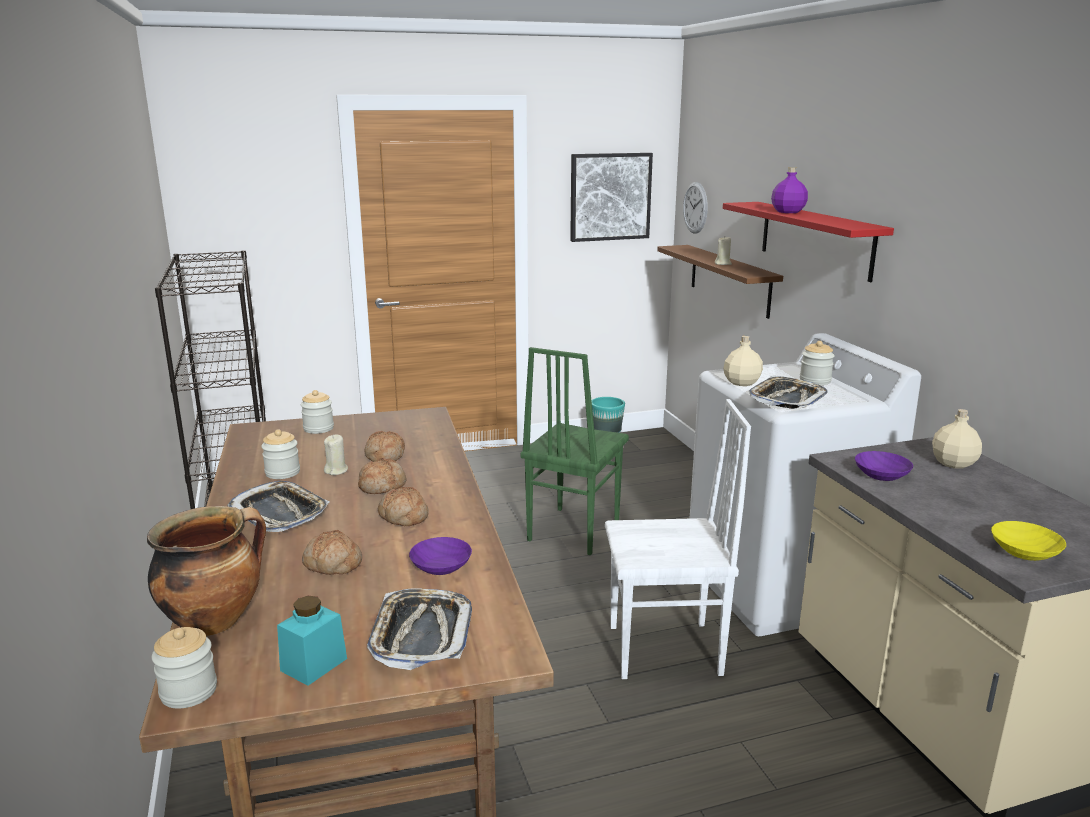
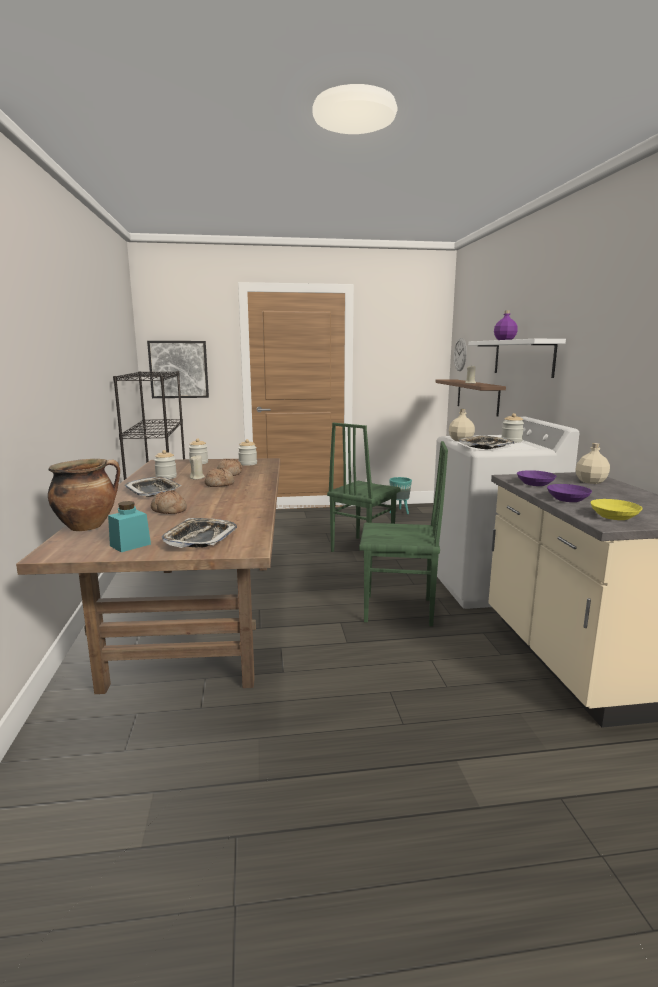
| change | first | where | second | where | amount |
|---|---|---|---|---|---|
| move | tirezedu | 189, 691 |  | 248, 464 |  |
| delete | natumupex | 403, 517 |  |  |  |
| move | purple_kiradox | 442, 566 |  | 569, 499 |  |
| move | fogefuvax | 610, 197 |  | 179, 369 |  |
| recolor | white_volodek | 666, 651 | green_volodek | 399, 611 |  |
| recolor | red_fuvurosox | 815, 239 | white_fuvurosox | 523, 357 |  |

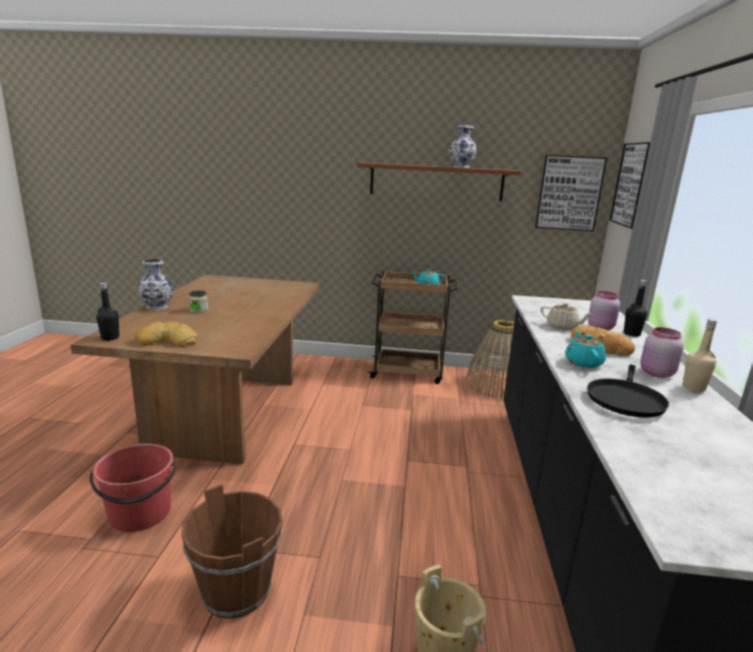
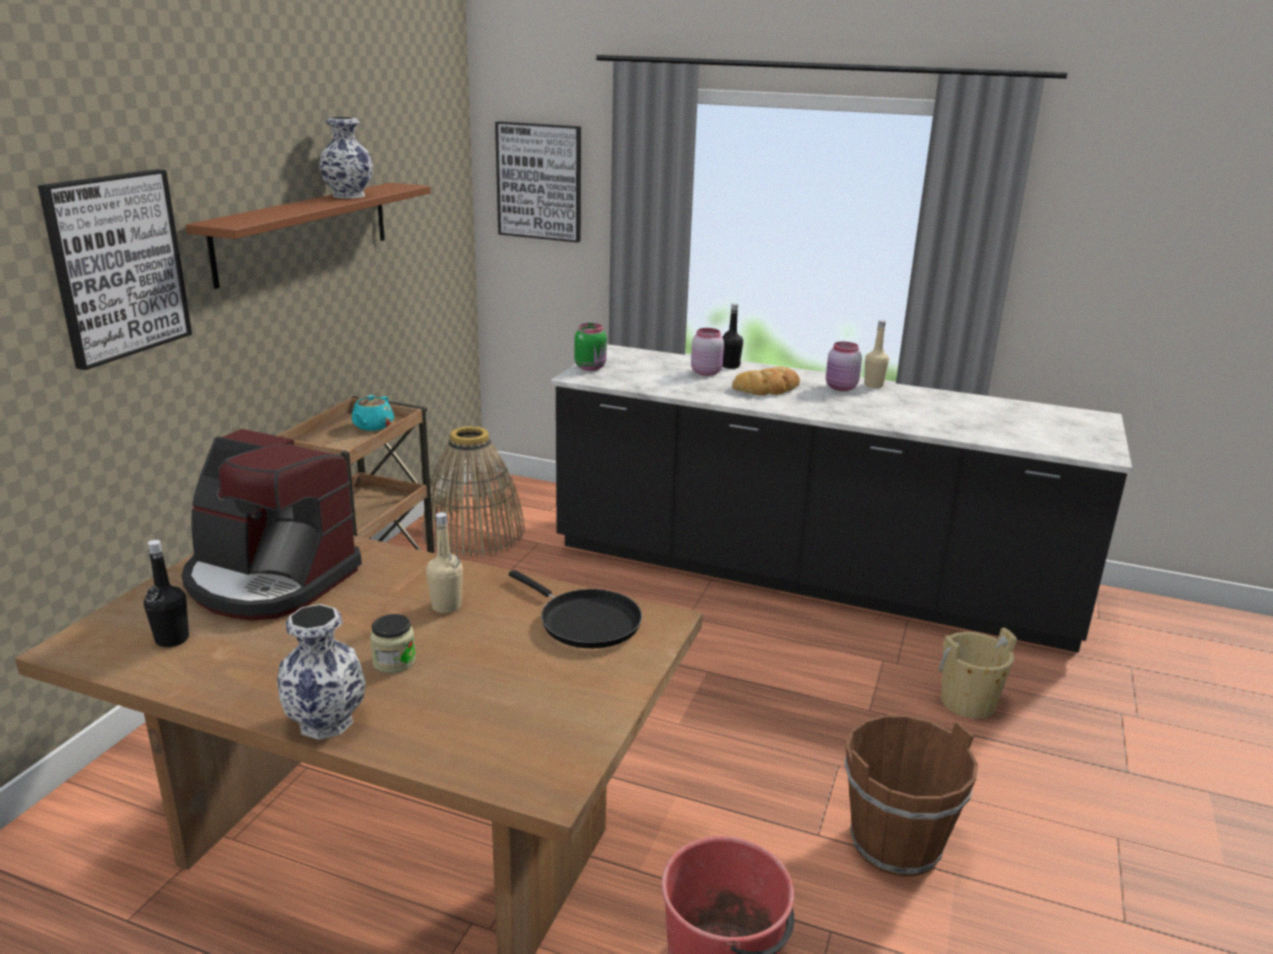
| change | first | where | second | where | amount |
|---|---|---|---|---|---|
| move | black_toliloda | 110, 338 |  | 172, 639 |  |
| delete | natumupex | 168, 340 |  |  |  |
| move | fogefuvax | 569, 193 |  | 117, 266 |  |
| delete | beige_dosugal | 562, 327 |  |  |  |
| delete | turquoise_dosugal | 583, 362 |  |  |  |
| move | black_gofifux | 625, 400 |  | 585, 621 |  |
| insert |  |  | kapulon | 269, 580 |  |
| insert |  |  | beige_toliloda | 446, 606 |  |
| insert |  |  | green_tirezedu | 591, 367 |  |

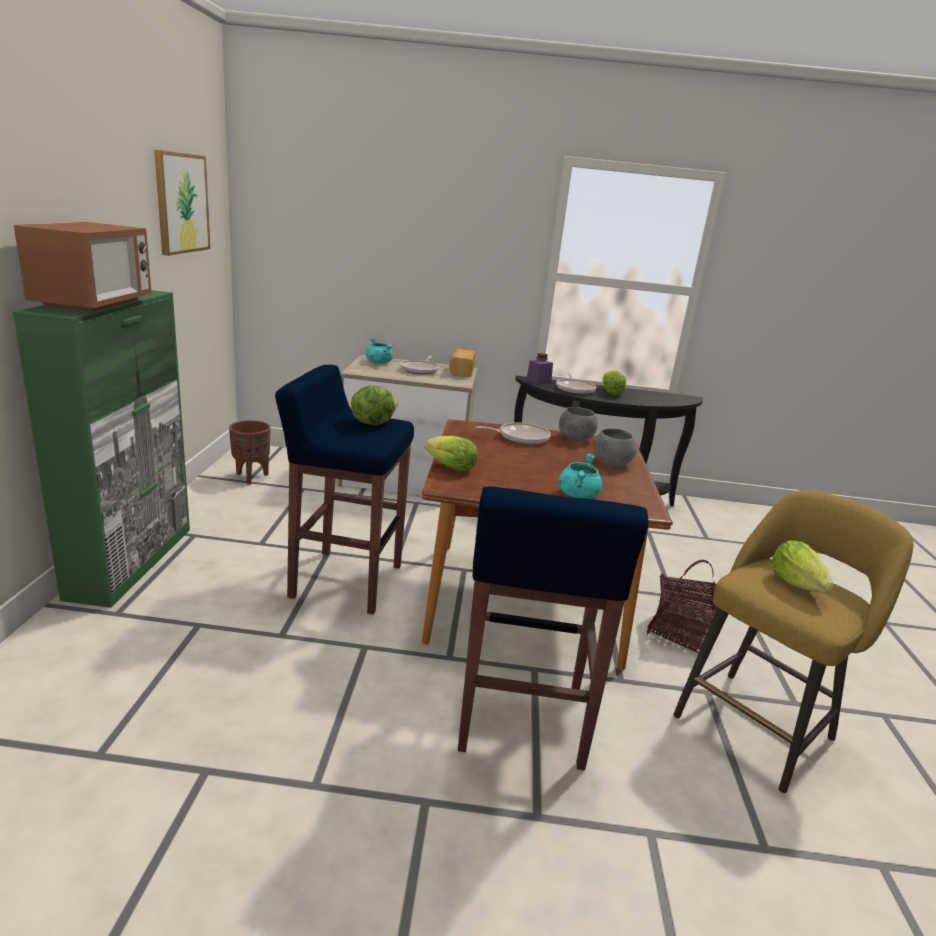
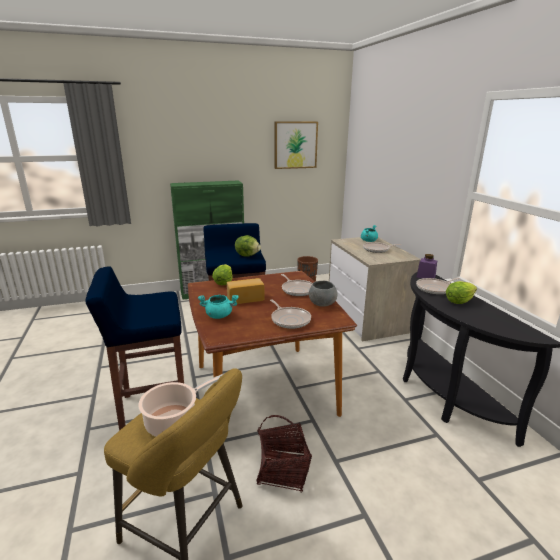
| change | first | where | second | where | amount |
|---|---|---|---|---|---|
| delete | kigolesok | 94, 304 |  |  |  |
| move | natumupex | 460, 372 |  | 245, 298 |  |
| replace | grey_kiradox | 611, 463 | gofifux | 289, 320 |  |
| replace | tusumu | 796, 584 | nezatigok | 174, 421 |  |

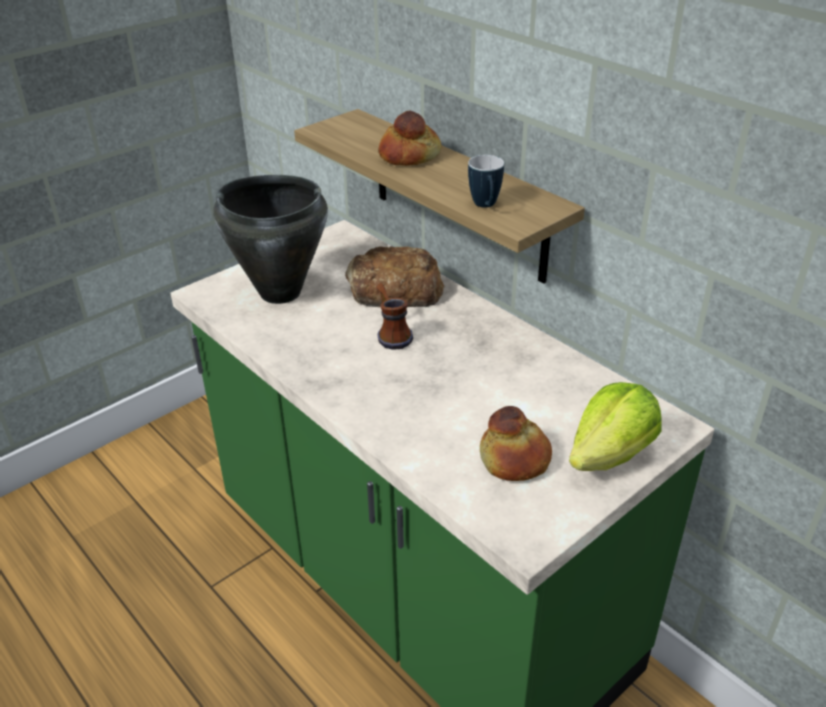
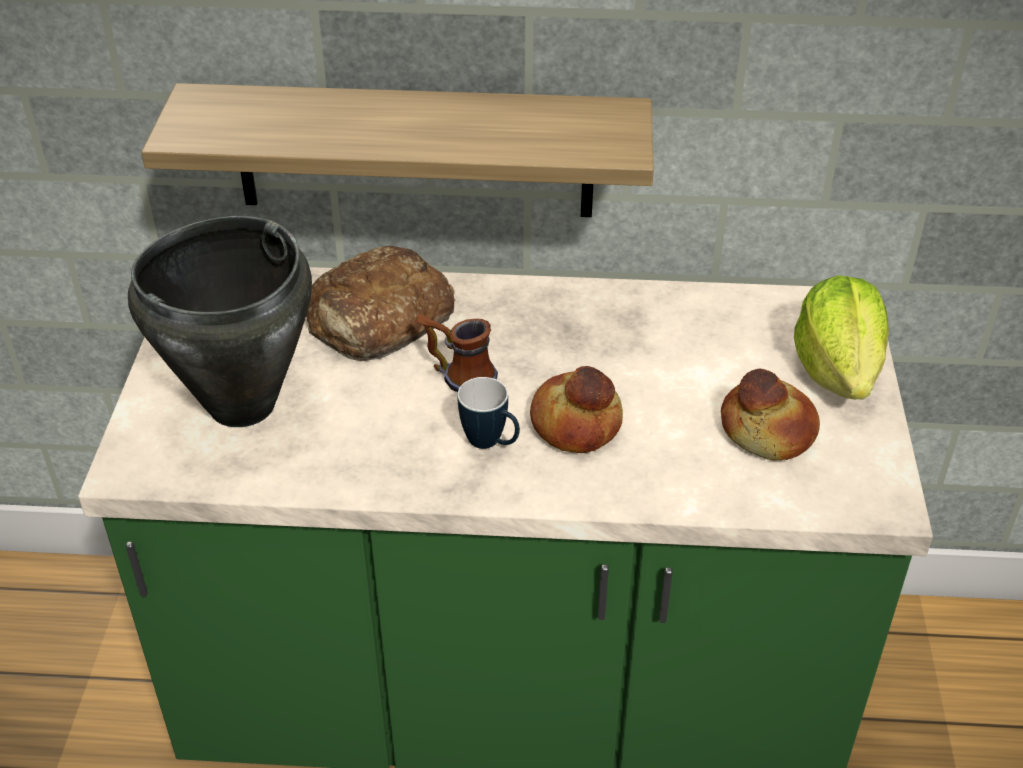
| change | first | where | second | where | amount |
|---|---|---|---|---|---|
| move | natumupex | 409, 155 |  | 575, 423 |  |
| move | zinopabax | 485, 206 |  | 491, 444 |  |

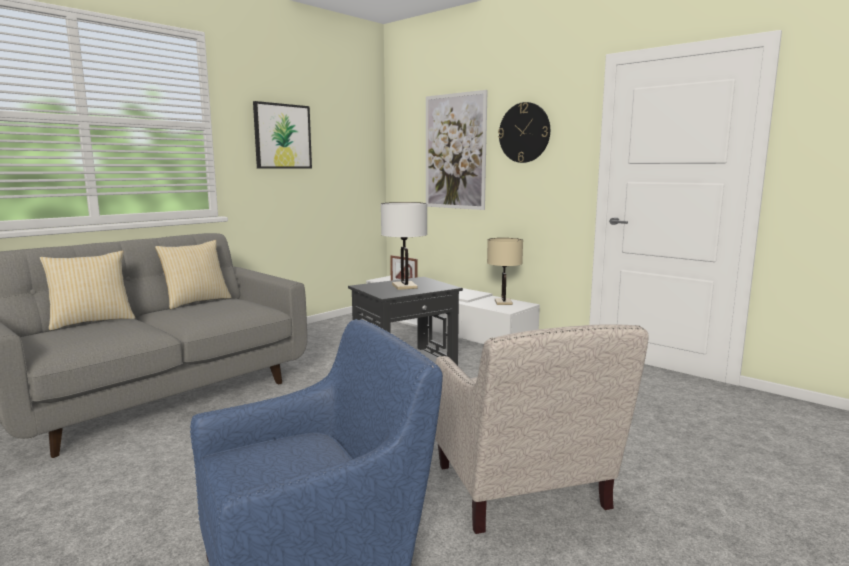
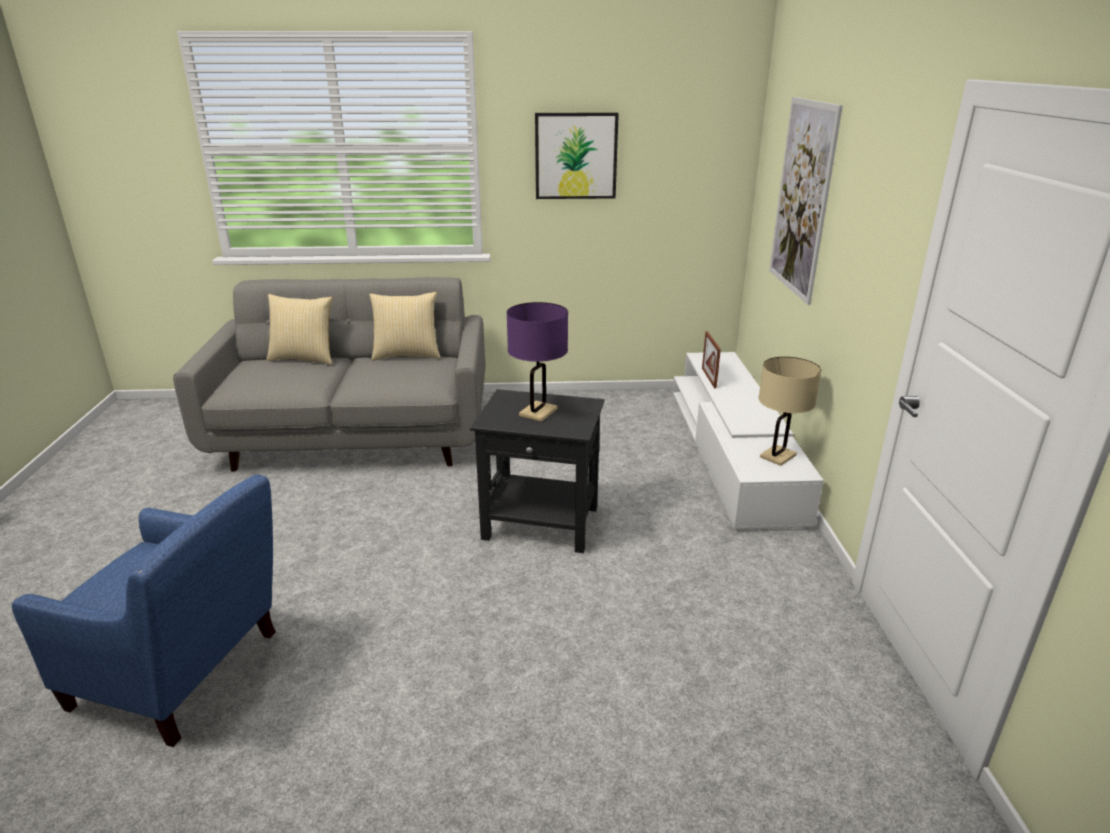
| change | first | where | second | where | amount |
|---|---|---|---|---|---|
| recolor | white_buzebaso | 404, 286 | purple_buzebaso | 538, 412 |  |
| delete | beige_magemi | 523, 493 |  |  |  |
| delete | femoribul | 524, 132 |  |  |  |

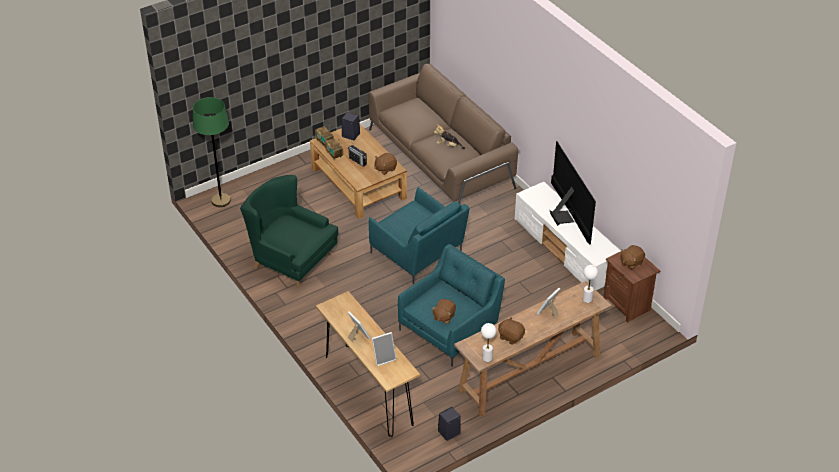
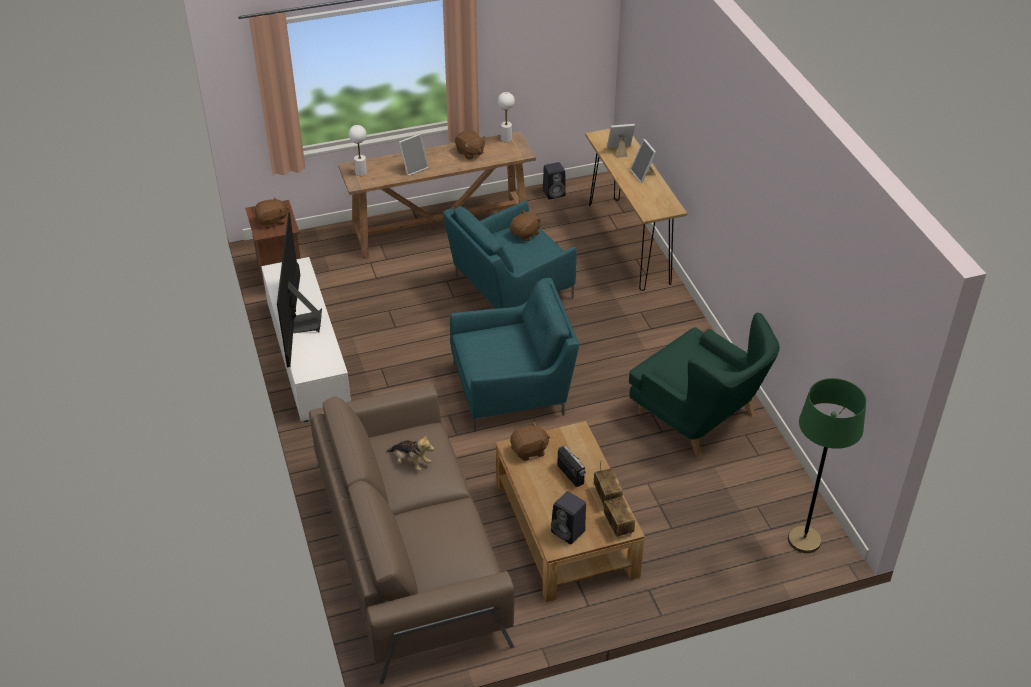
| change | first | where | second | where | amount |
|---|---|---|---|---|---|
| rotate | turquoise_magemi | 418, 254 |  | 513, 388 | 105 degrees clockwise |

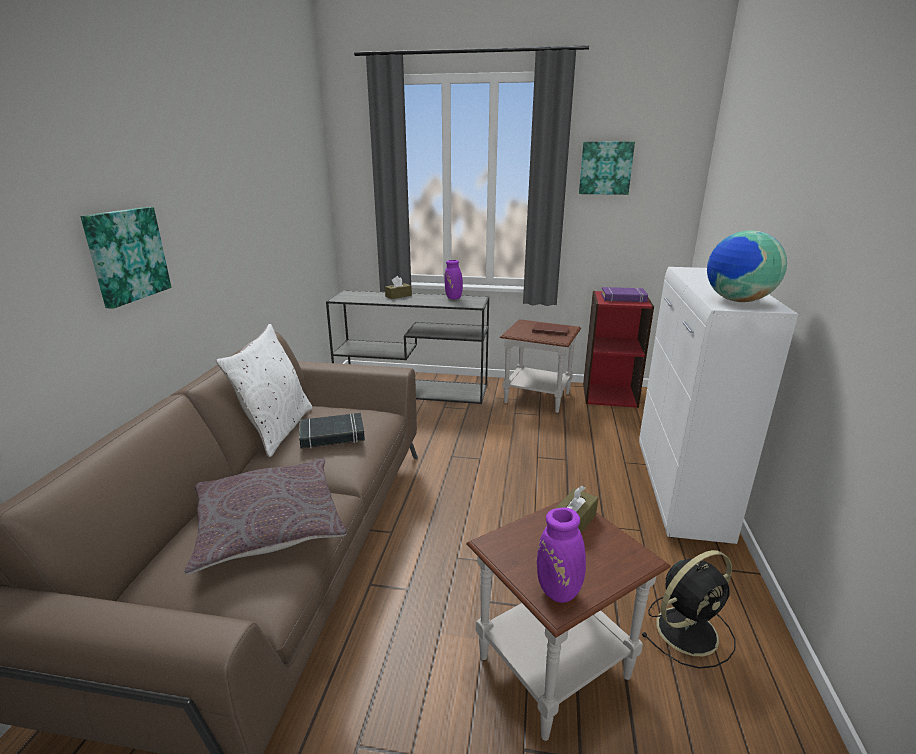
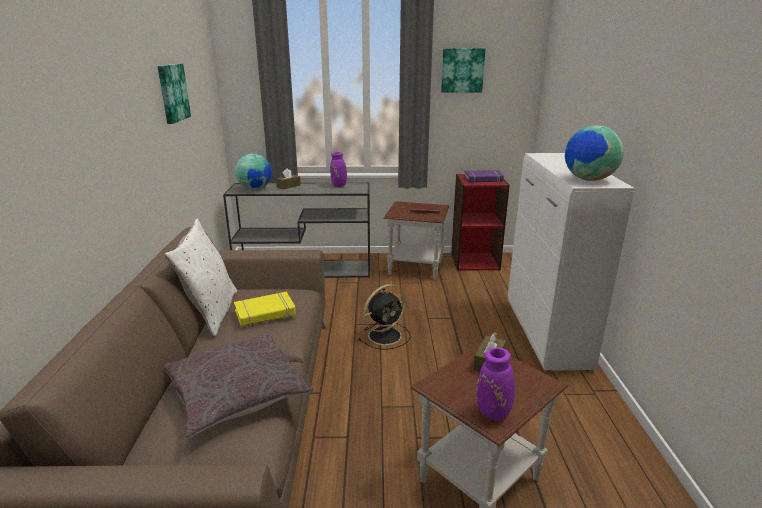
| change | first | where | second | where | amount |
|---|---|---|---|---|---|
| move | fogefuvax | 126, 255 |  | 172, 93 |  |
| recolor | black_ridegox | 332, 435 | yellow_ridegox | 265, 313 |  |
| move | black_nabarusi | 689, 630 |  | 386, 335 |  |
| insert |  |  | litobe | 255, 188 |  |

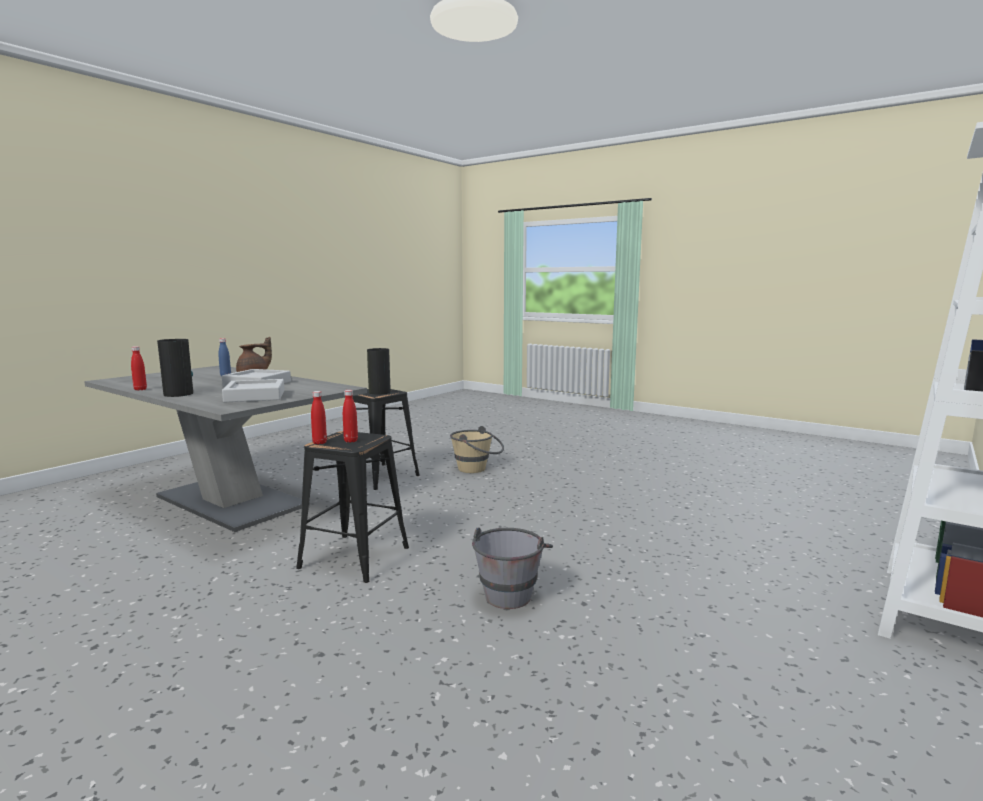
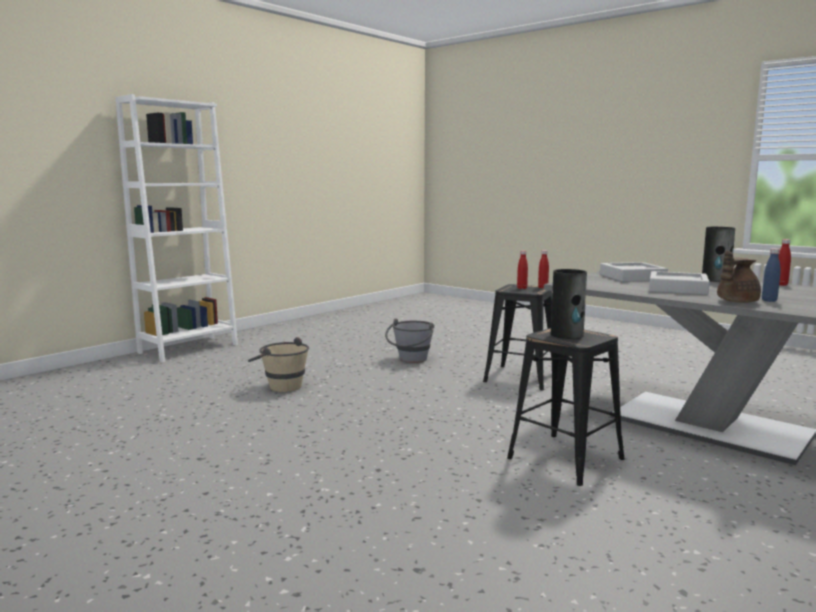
| change | first | where | second | where | amount |
|---|---|---|---|---|---|
| move | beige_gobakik | 477, 469 |  | 280, 385 |  |

